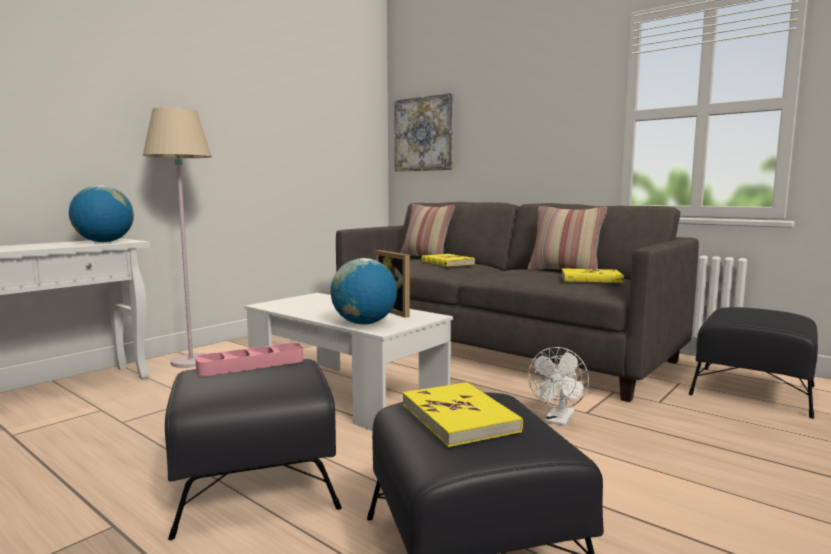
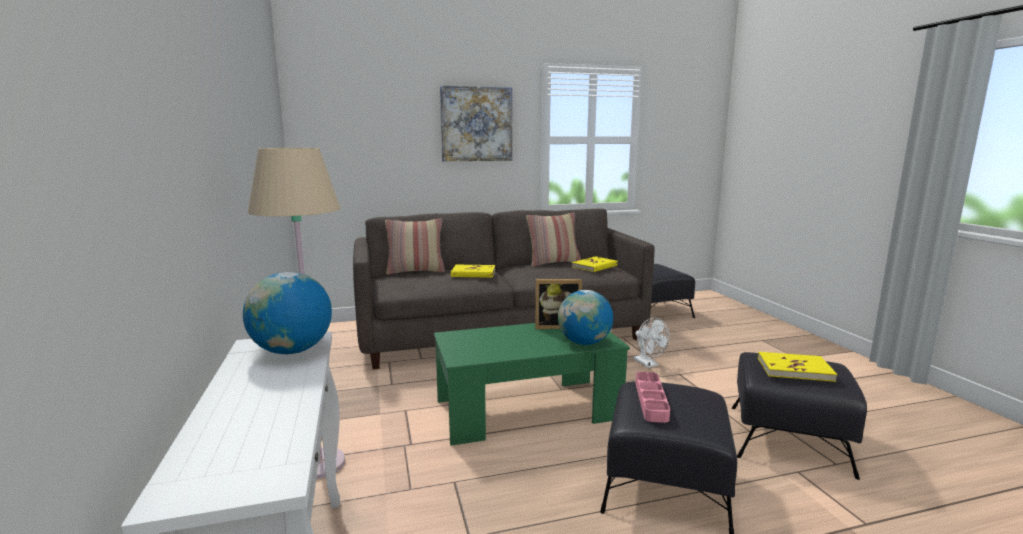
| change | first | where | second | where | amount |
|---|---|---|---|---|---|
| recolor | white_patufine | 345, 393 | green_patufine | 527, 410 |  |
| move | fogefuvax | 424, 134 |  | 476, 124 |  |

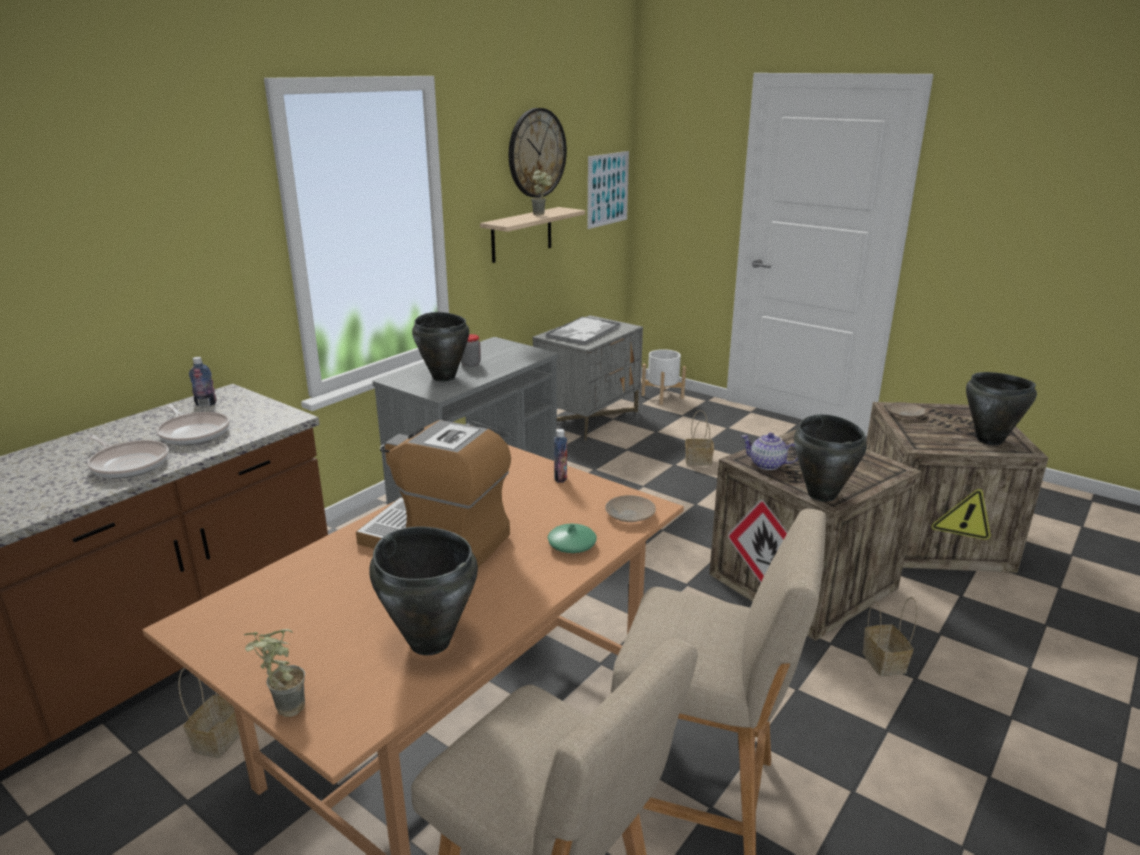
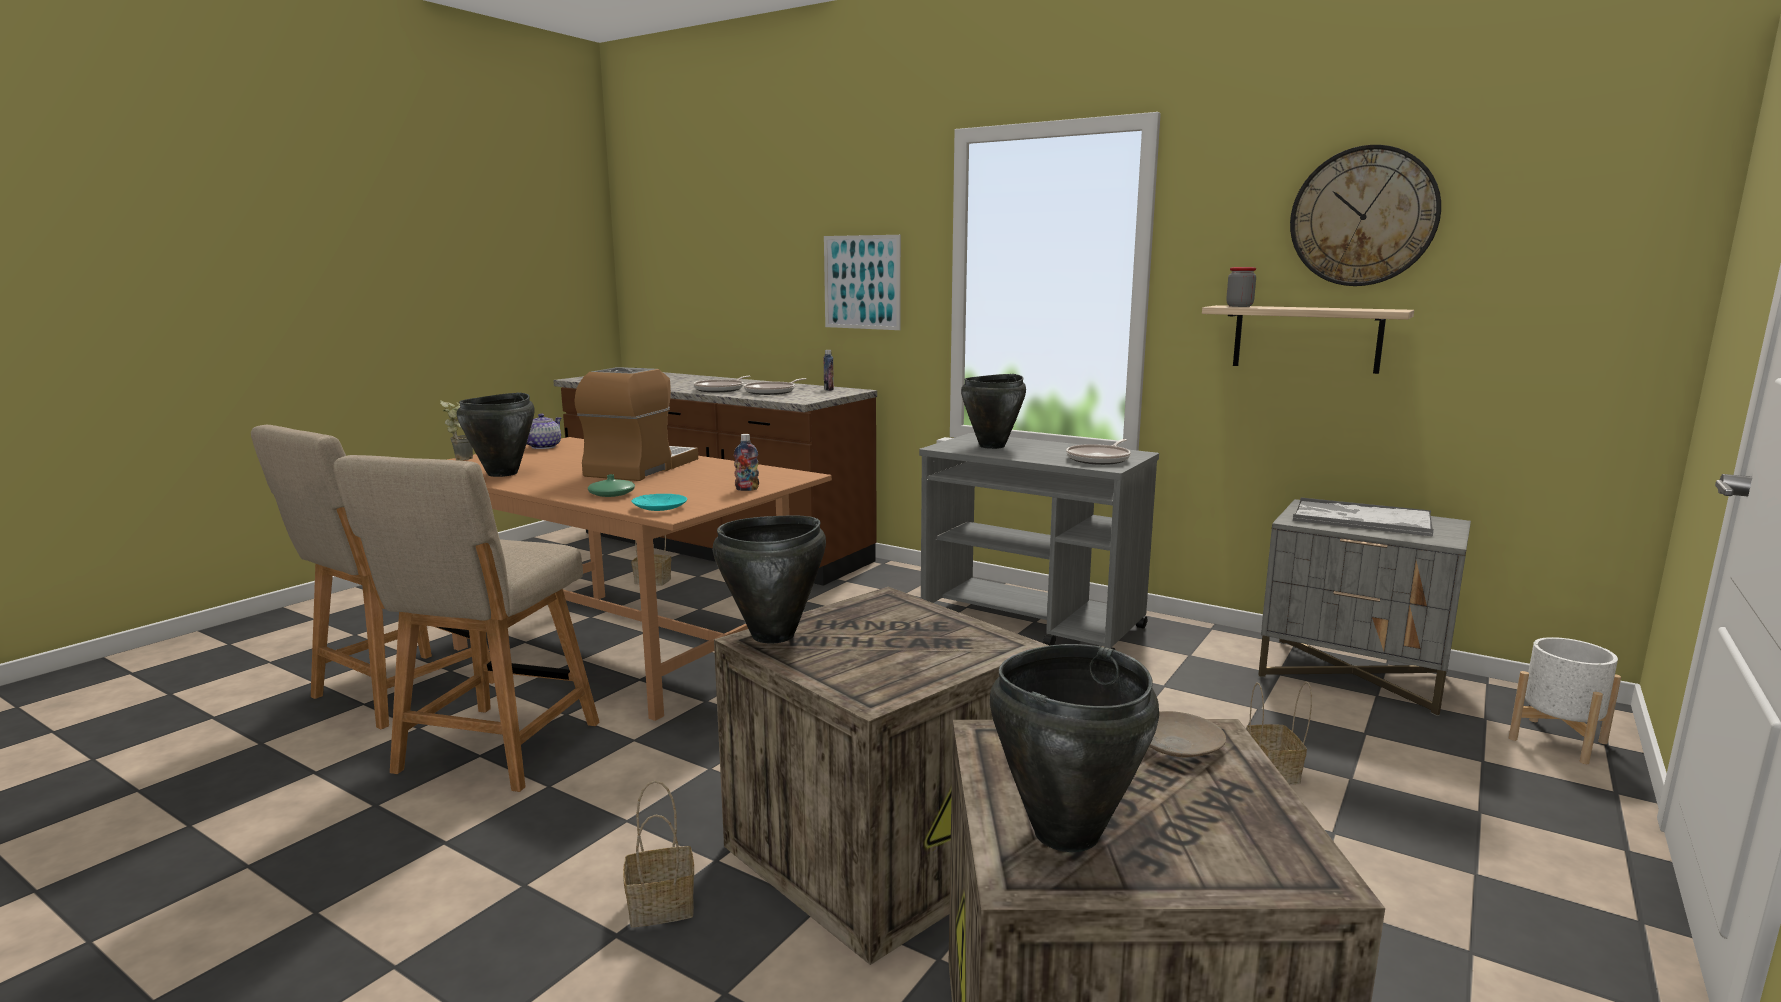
| change | first | where | second | where | amount |
|---|---|---|---|---|---|
| move | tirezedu | 471, 364 |  | 1239, 306 |  |
| delete | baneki | 542, 214 |  |  |  |
| move | fogefuvax | 607, 189 |  | 862, 282 |  |
| recolor | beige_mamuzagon | 629, 515 | turquoise_mamuzagon | 659, 508 |  |
| move | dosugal | 768, 465 |  | 543, 447 |  |
| insert |  |  | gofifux | 1100, 459 |  |

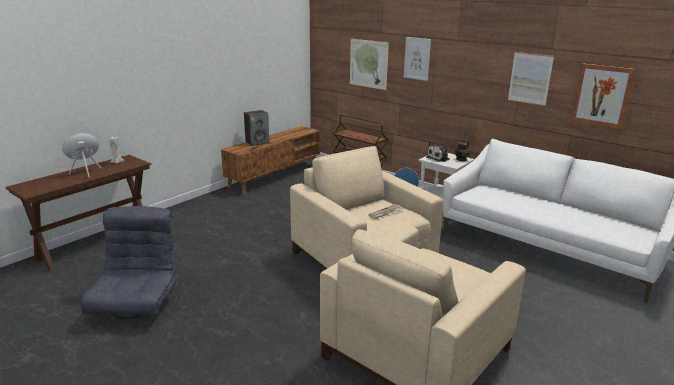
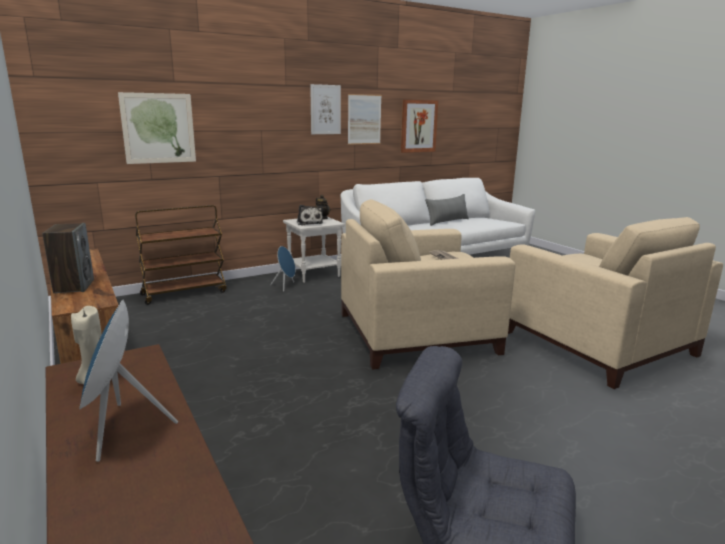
| change | first | where | second | where | amount |
|---|---|---|---|---|---|
| move | fogefuvax | 417, 58 |  | 325, 109 |  |
| insert |  |  | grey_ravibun | 447, 221 |  |

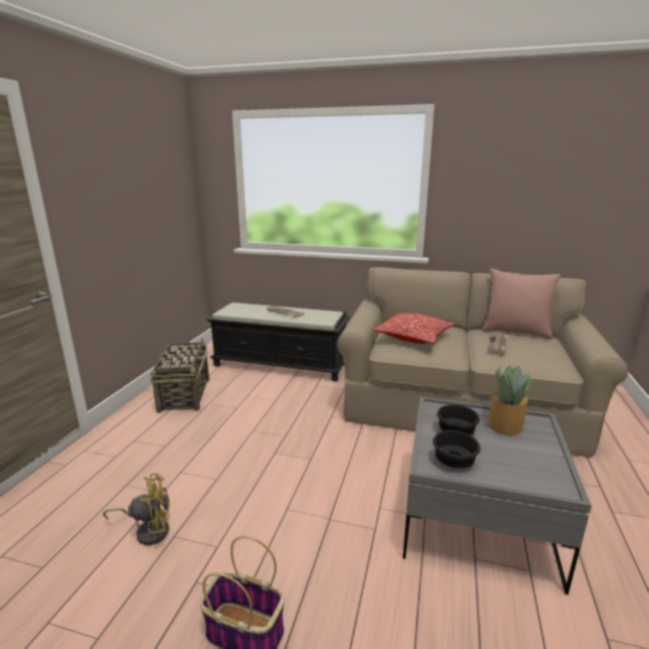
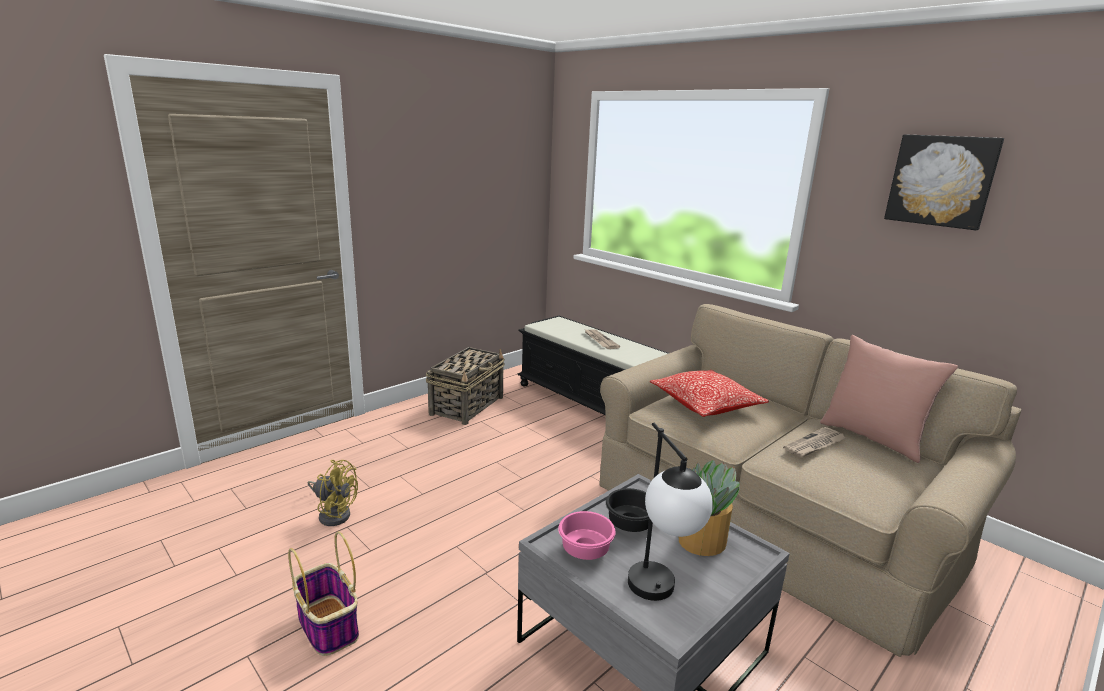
| change | first | where | second | where | amount |
|---|---|---|---|---|---|
| recolor | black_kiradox | 455, 462 | pink_kiradox | 586, 551 |  |
| insert |  |  | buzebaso | 659, 597 |  |
| insert |  |  | fogefuvax | 941, 181 |  |

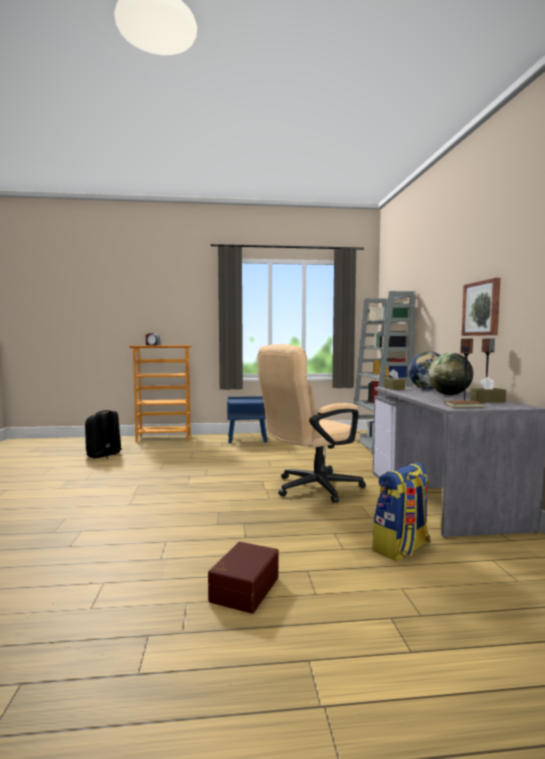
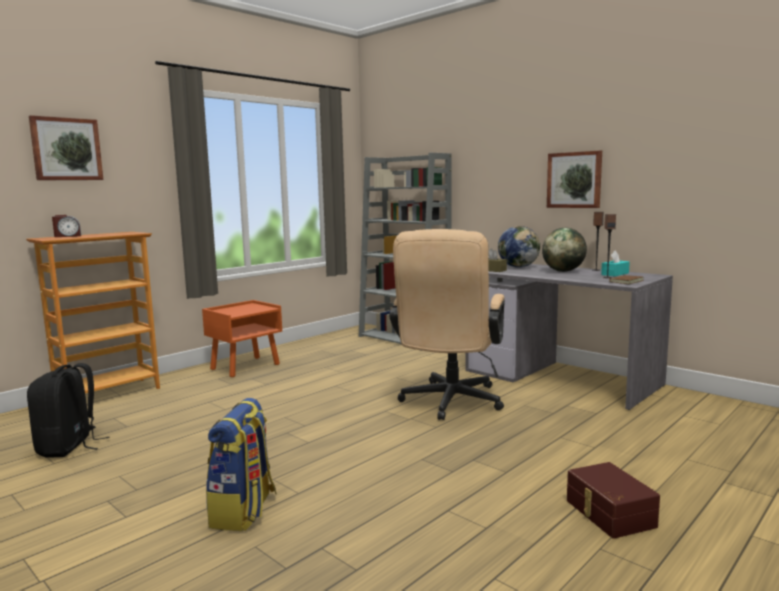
| change | first | where | second | where | amount |
|---|---|---|---|---|---|
| recolor | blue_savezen | 247, 439 | orange_savezen | 246, 366 |  |
| move | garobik | 402, 549 |  | 244, 511 |  |
| recolor | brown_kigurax | 487, 401 | turquoise_kigurax | 615, 274 |  |
| insert |  |  | fogefuvax | 66, 149 |  |

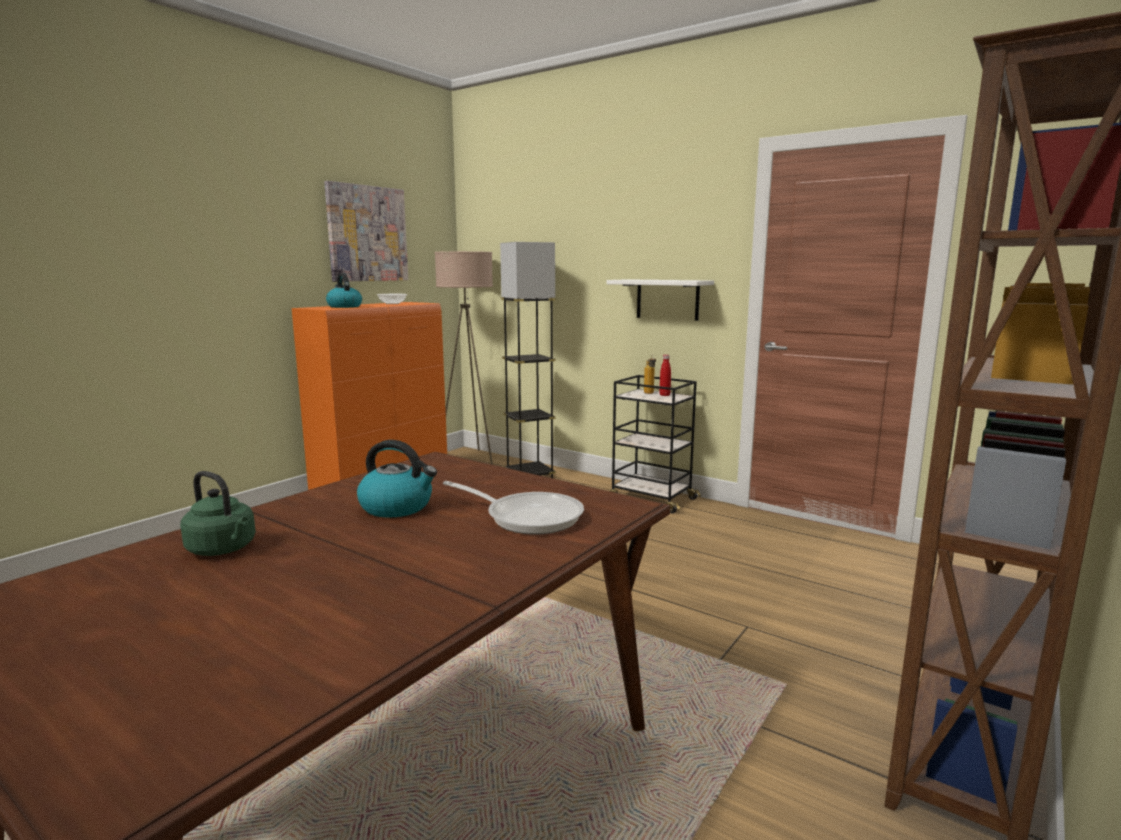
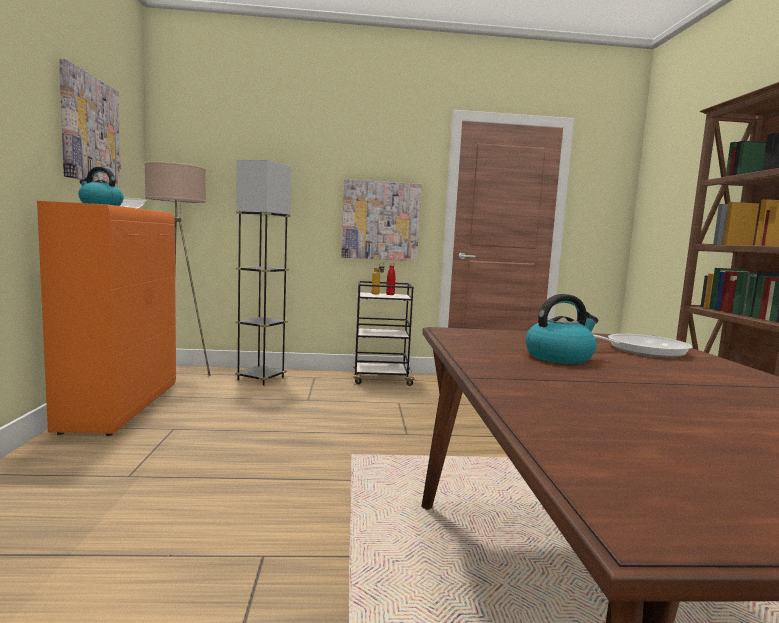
| change | first | where | second | where | amount |
|---|---|---|---|---|---|
| delete | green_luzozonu | 223, 549 |  |  |  |
| replace | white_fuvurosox | 667, 299 | fogefuvax | 381, 220 |  |

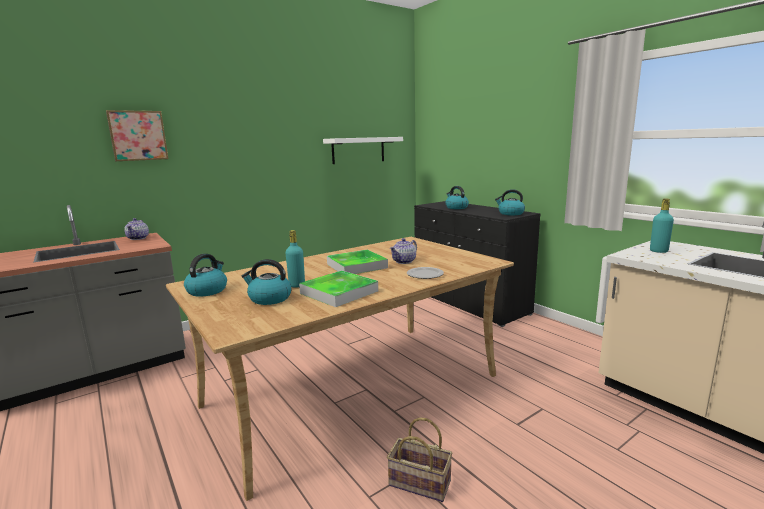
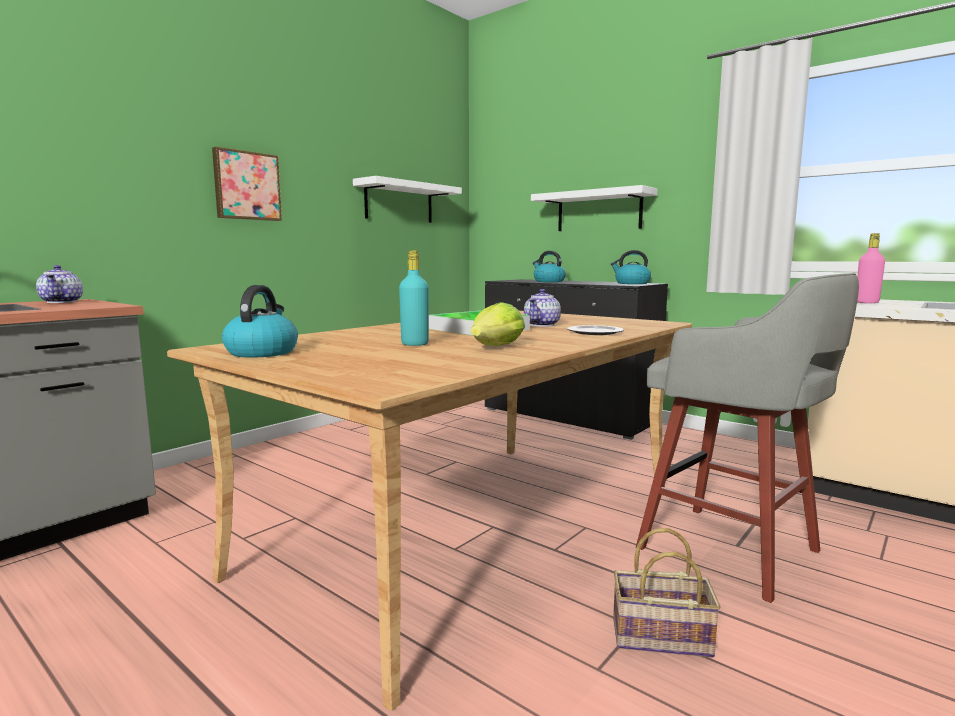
| change | first | where | second | where | amount |
|---|---|---|---|---|---|
| move | fogefuvax | 138, 135 |  | 246, 186 |  |
| delete | luzozonu | 269, 299 |  |  |  |
| replace | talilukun | 339, 292 | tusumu | 496, 347 |  |
| recolor | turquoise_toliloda | 658, 251 | pink_toliloda | 867, 302 |  |
| insert |  |  | white_fuvurosox | 599, 211 |  |
| insert |  |  | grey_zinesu | 733, 552 |  |

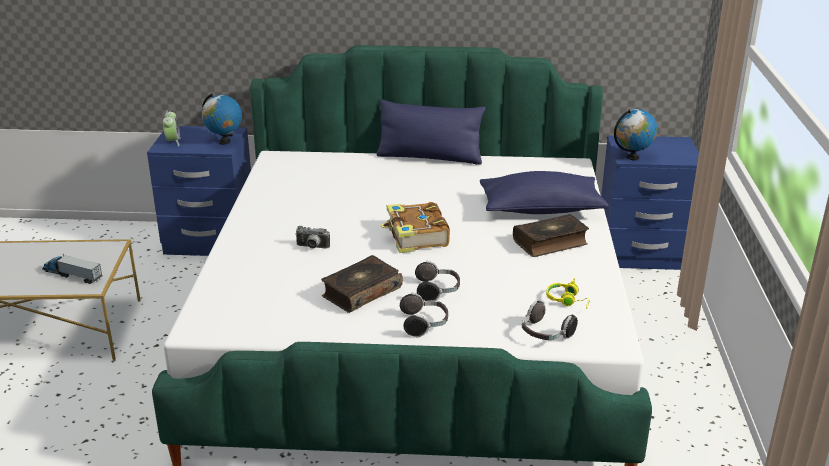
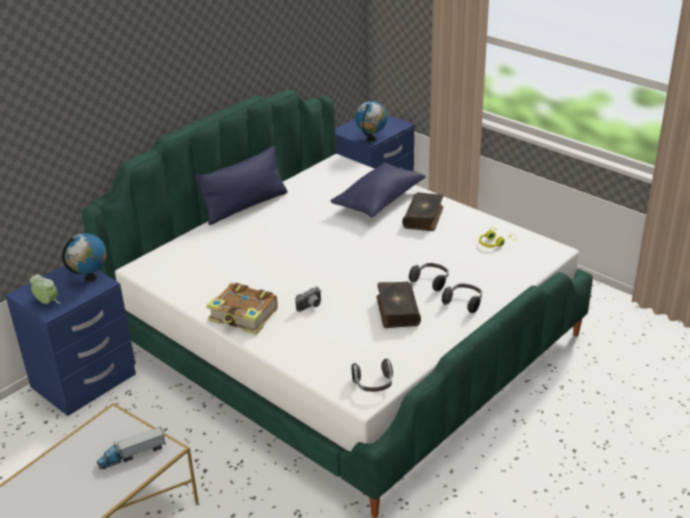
| change | first | where | second | where | amount |
|---|---|---|---|---|---|
| move | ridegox | 416, 237 |  | 244, 316 |  |
| move | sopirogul | 545, 334 |  | 373, 385 |  |

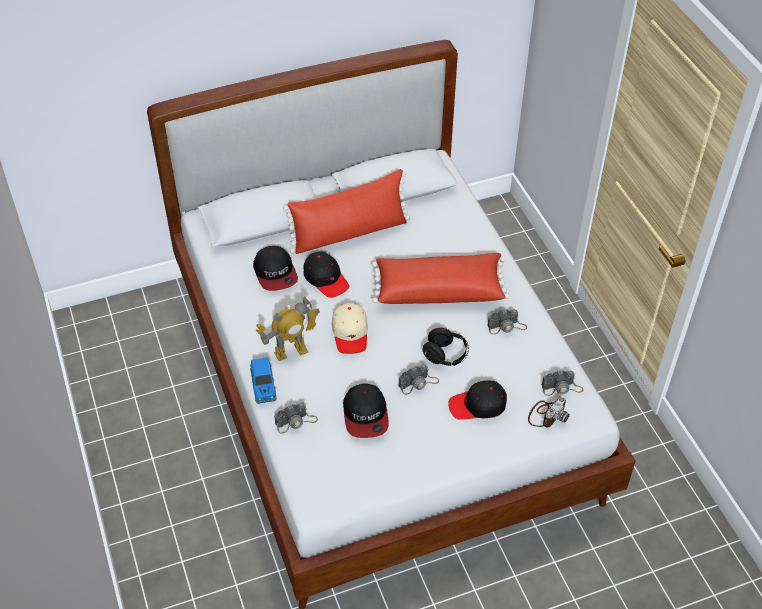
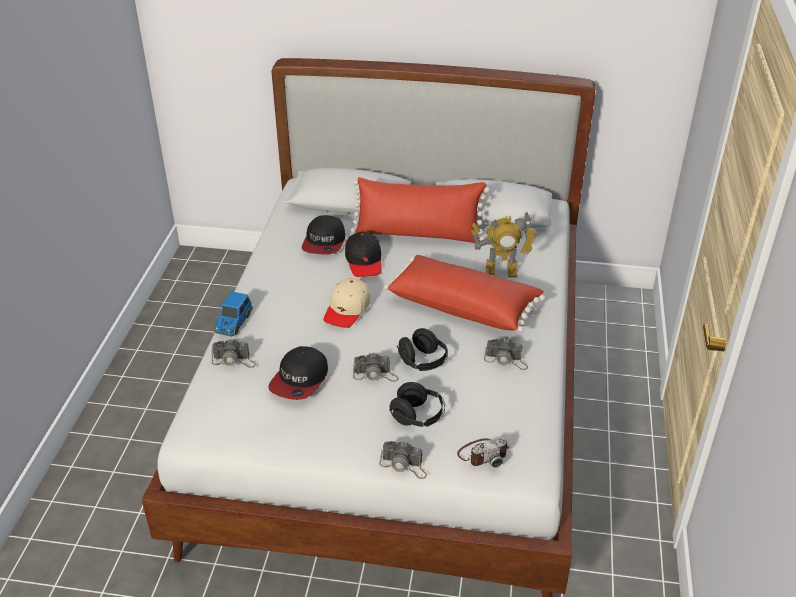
| change | first | where | second | where | amount |
|---|---|---|---|---|---|
| move | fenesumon | 291, 351 |  | 501, 271 |  |
| replace | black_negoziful | 477, 405 | black_sopirogul | 418, 417 |  |
| move | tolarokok | 562, 388 |  | 404, 465 |  |

